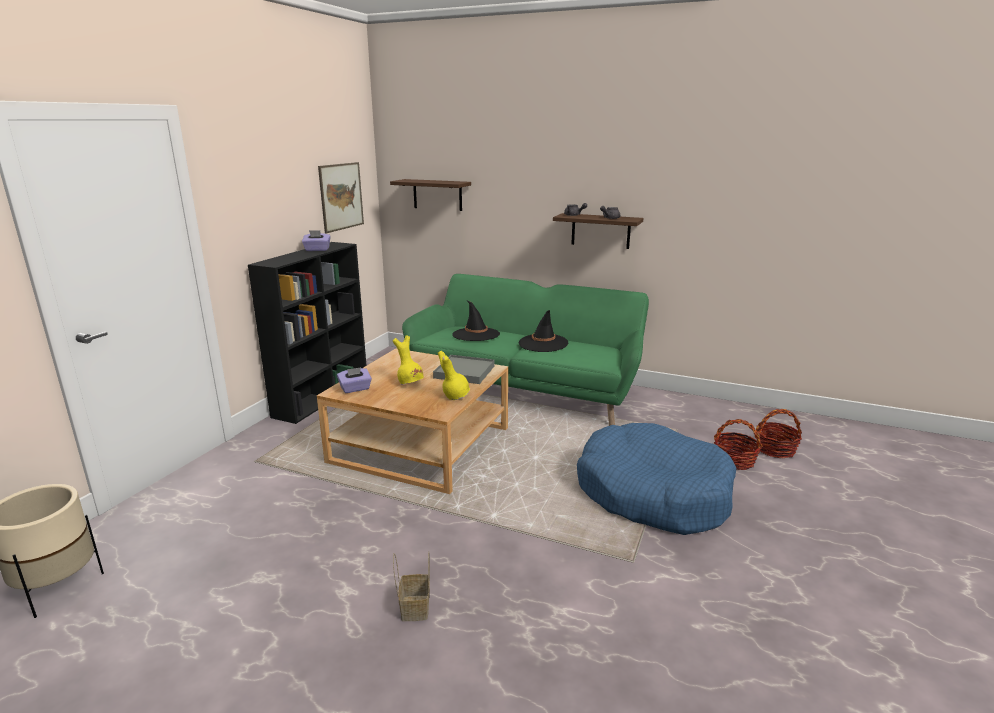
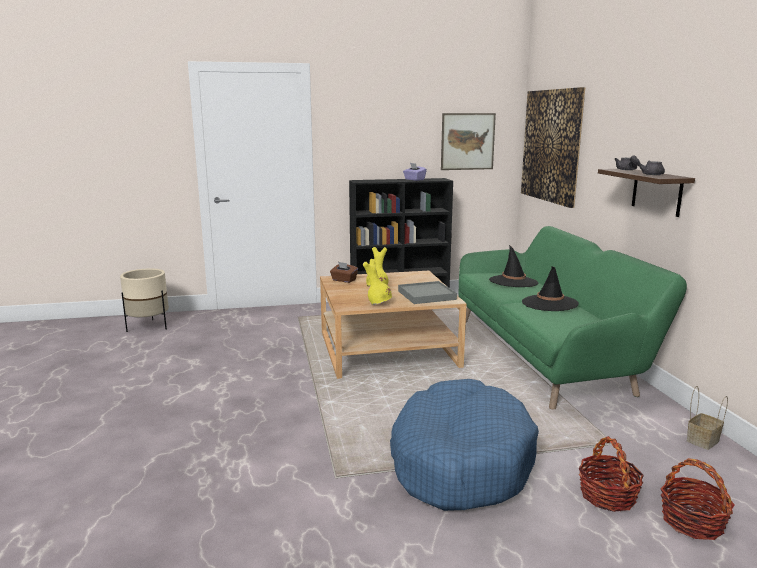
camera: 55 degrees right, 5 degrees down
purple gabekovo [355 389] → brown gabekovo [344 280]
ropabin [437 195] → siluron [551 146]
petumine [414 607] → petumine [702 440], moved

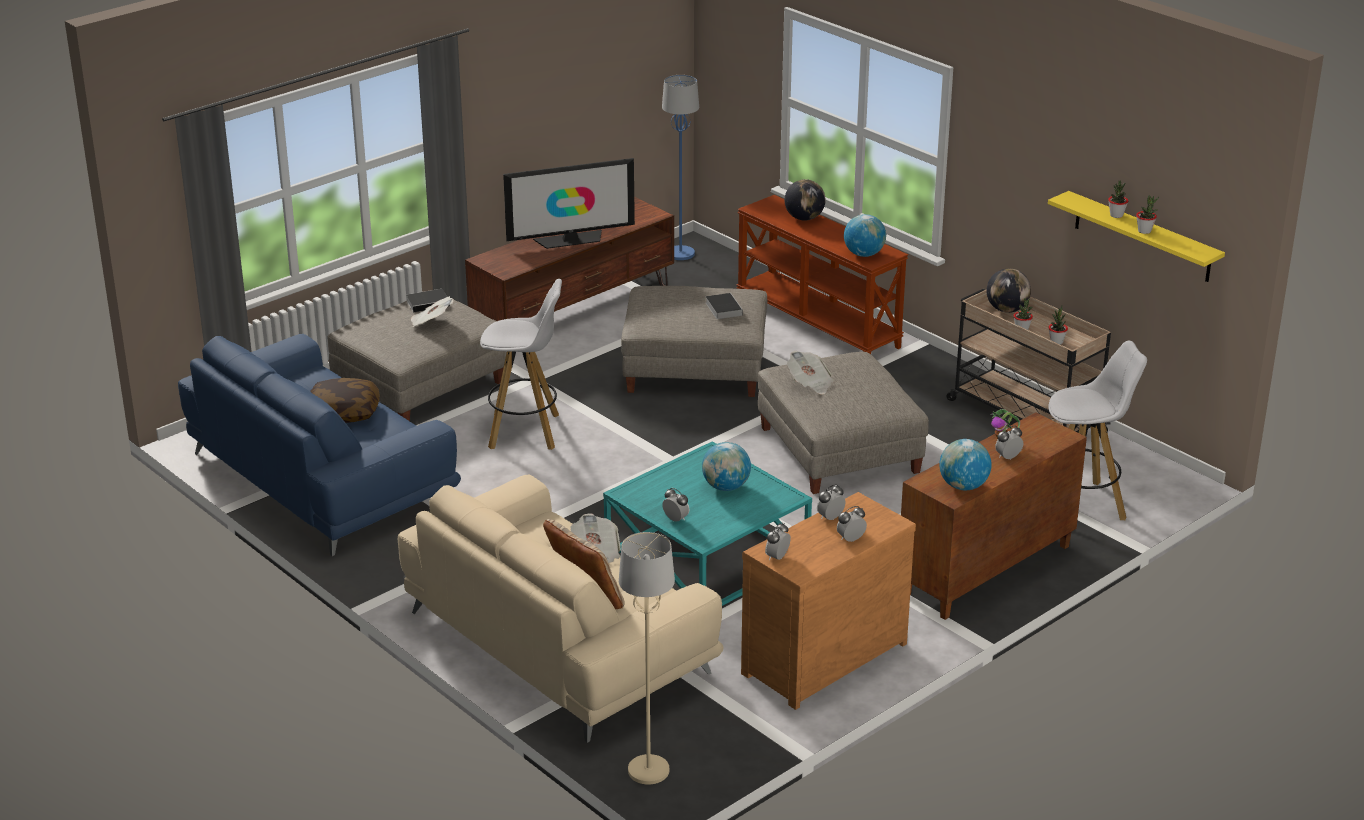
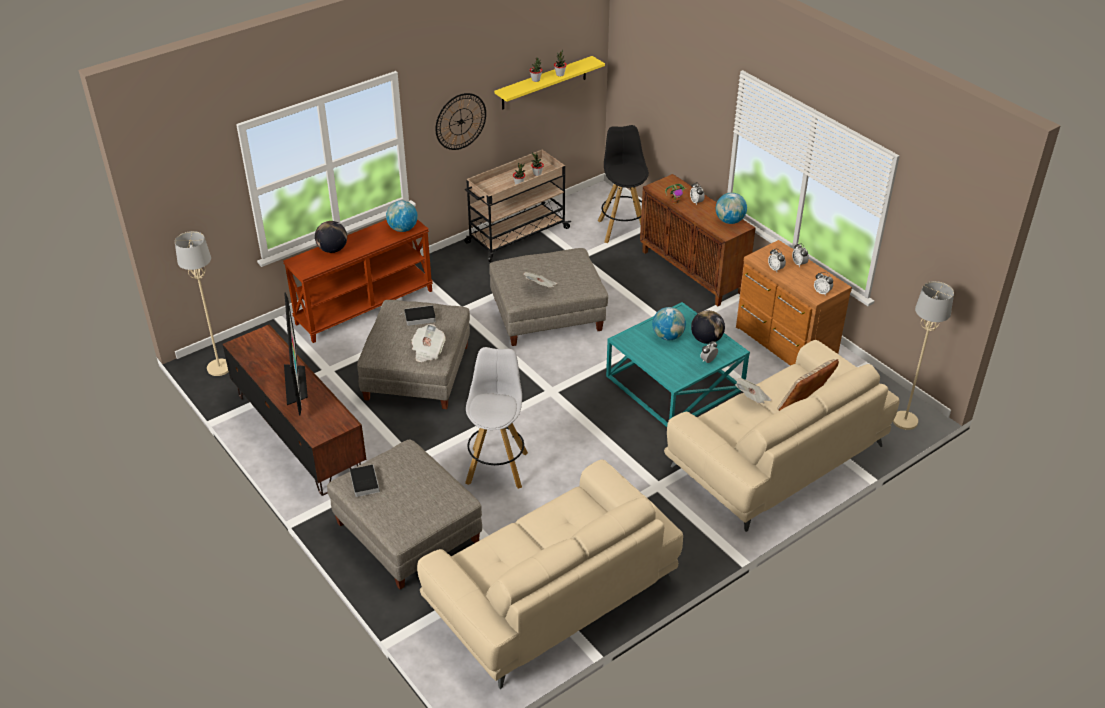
camera: 85 degrees left, 10 degrees up
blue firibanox [680 253] → beige firibanox [219 368]
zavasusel [431 322] → zavasusel [427 351], moved
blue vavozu [321 477] → beige vavozu [551 593]
- → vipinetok [461 121]
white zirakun [1082 504] → black zirakun [622 229]
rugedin [1007 310] → rugedin [706 339], moved
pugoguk [344 412] → -

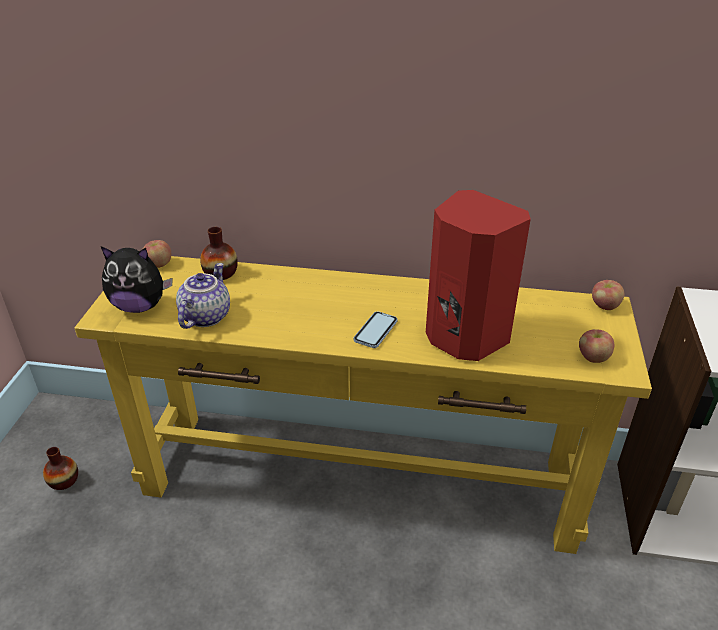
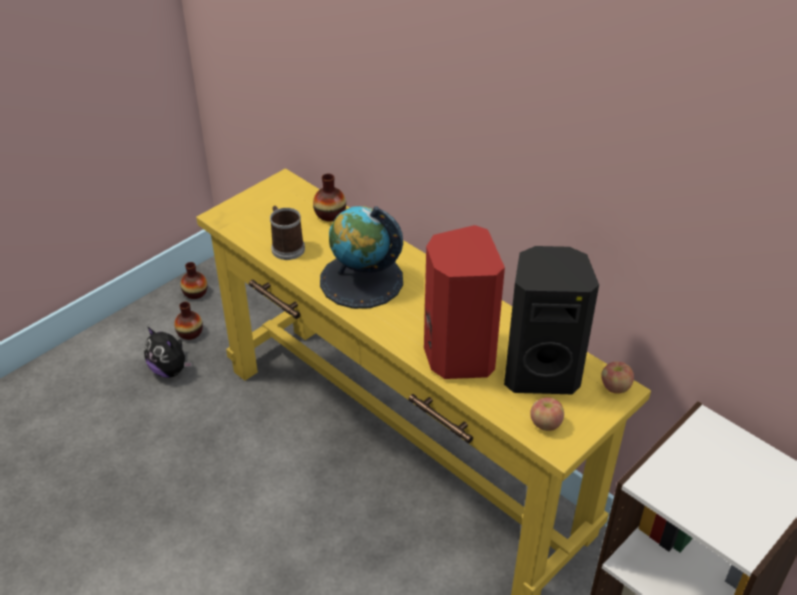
camera: 35 degrees right, 5 degrees up
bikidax [140 306] → bikidax [170 370], moved
- → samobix [195 293]
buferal [205 316] → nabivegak [286 247]
- → rugedin [361 280]
- → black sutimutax [540 372]
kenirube [158 264] → -
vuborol [375 331] → -

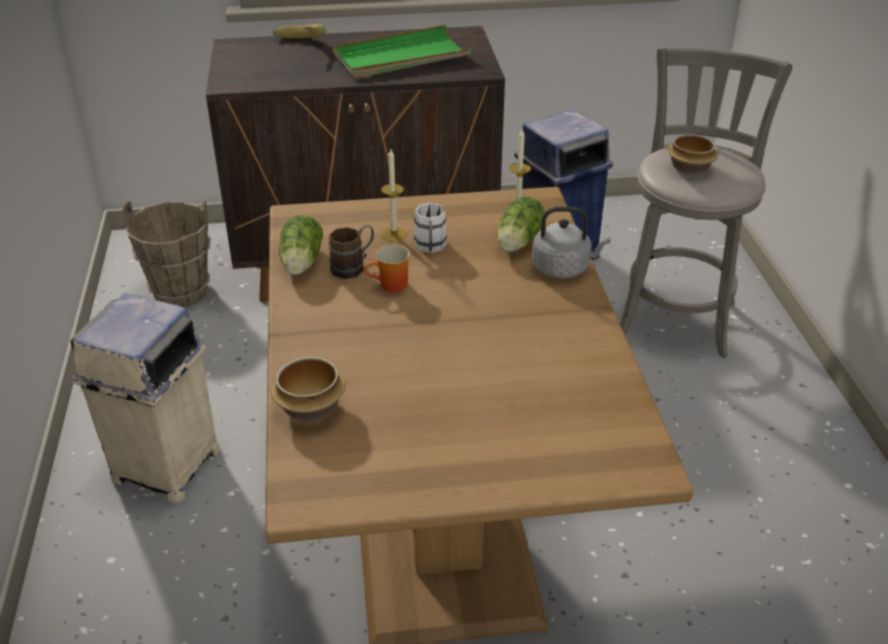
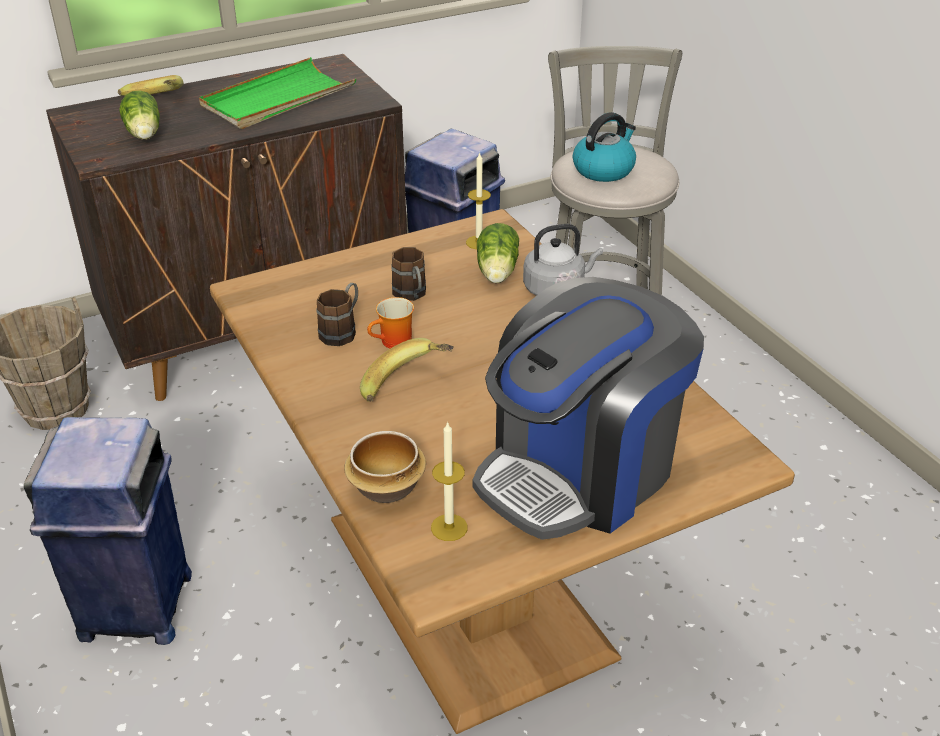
camera: 20 degrees left, 0 degrees up
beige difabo [165 467] → blue difabo [135 608]
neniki [301 264] → neniki [144 134], moved
- → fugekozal [407 386]
white nabivegak [430 248] → brown nabivegak [412 296]
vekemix [394 234] → vekemix [449 527], moved
- → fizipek [580 471]
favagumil [688 169] → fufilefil [604 169]

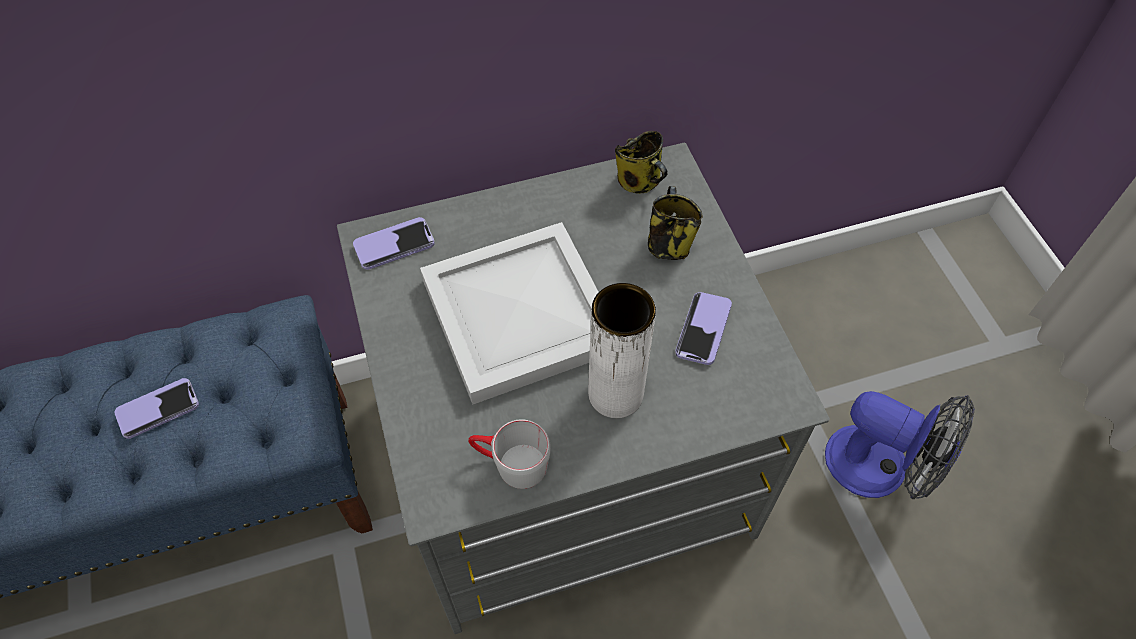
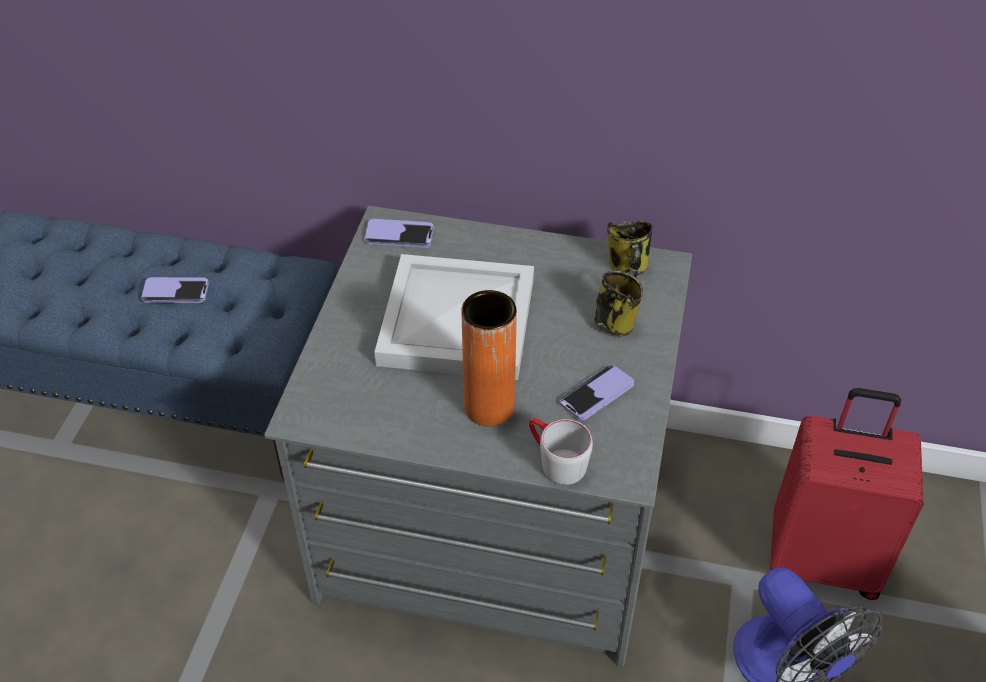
camera: 30 degrees right, 10 degrees down
white samobix [615 394] → orange samobix [489 407]
grey nabivegak [510 464] → grey nabivegak [555 461], moved
- → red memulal [823 559]

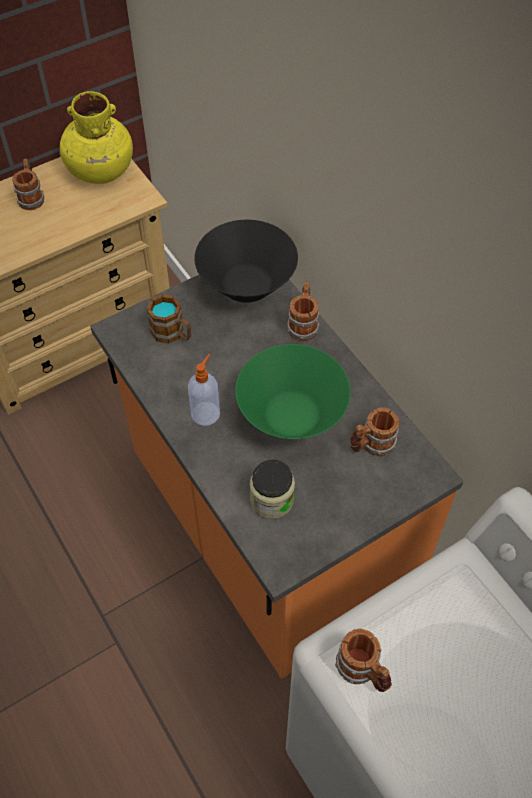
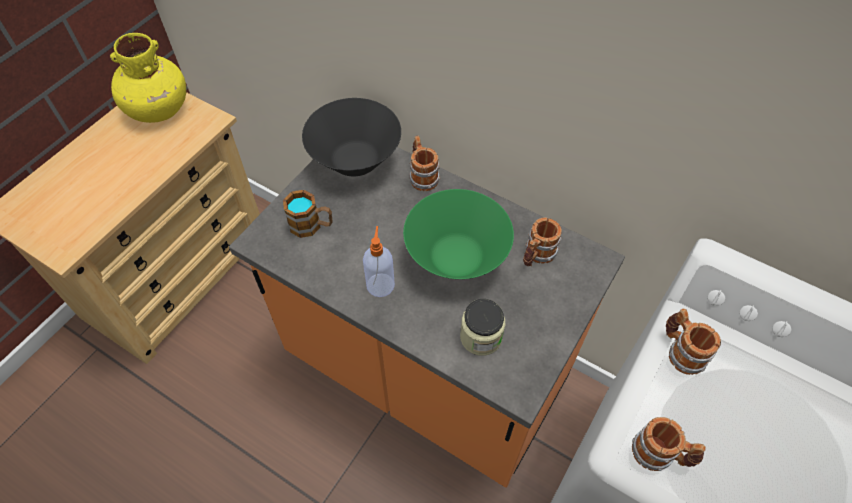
camera: 25 degrees left, 0 degrees up
nabivegak [32 197] → nabivegak [681 351], moved

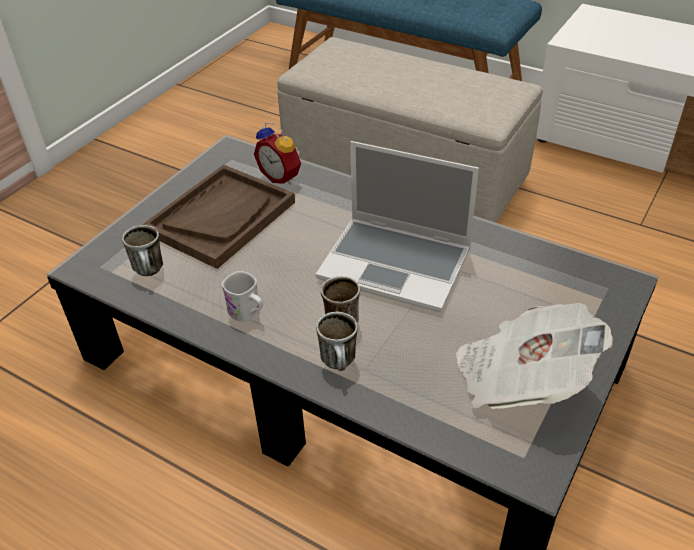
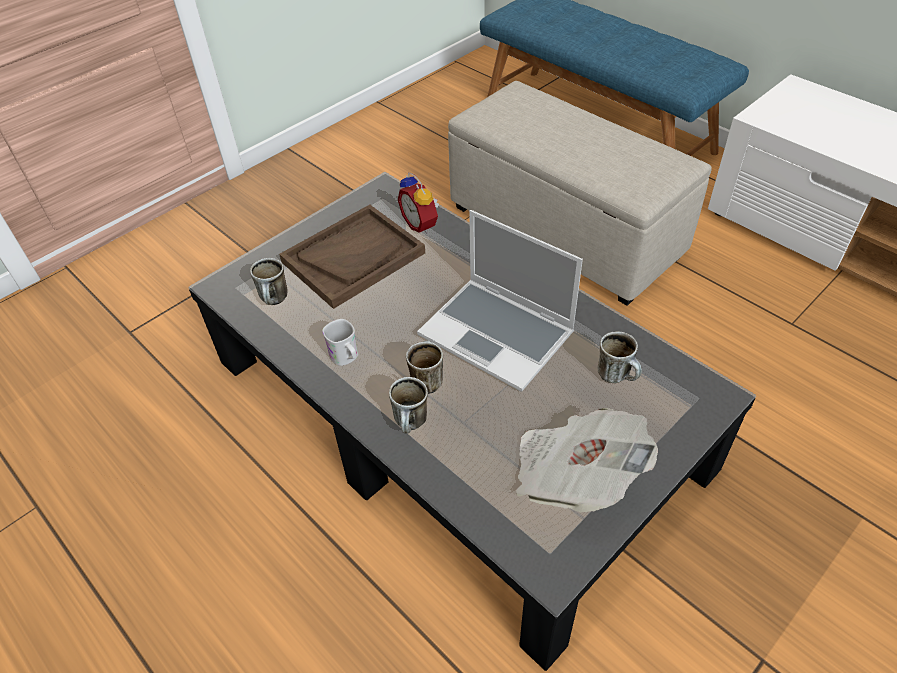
camera: 15 degrees right, 5 degrees up
- → nabivegak [618 376]

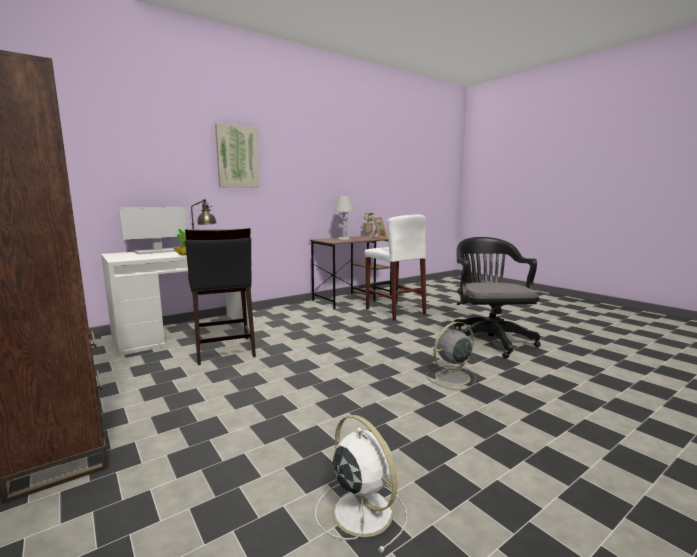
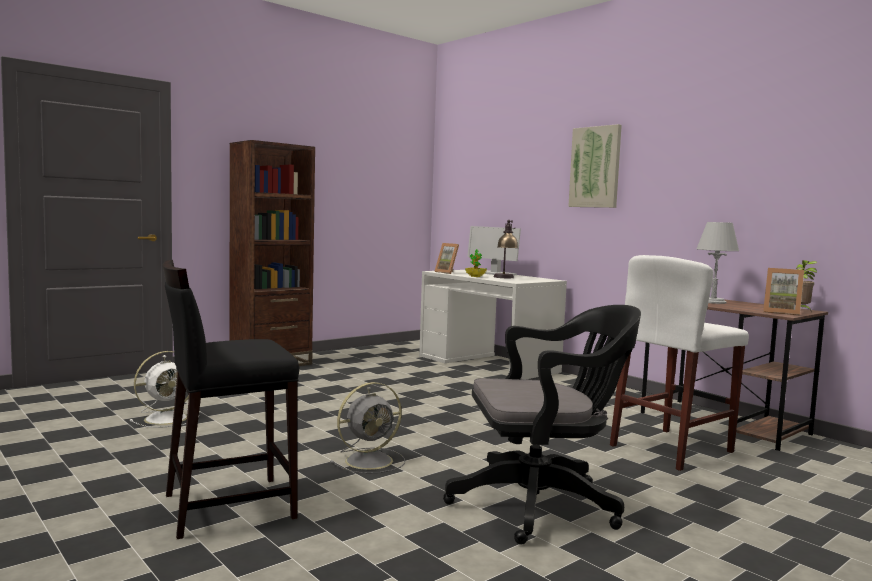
camera: 85 degrees right, 5 degrees down
black zirakun [224 351] → black zirakun [227 506], moved
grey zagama [451 377] → grey zagama [371 460], 90 degrees clockwise
- → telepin [448 272]

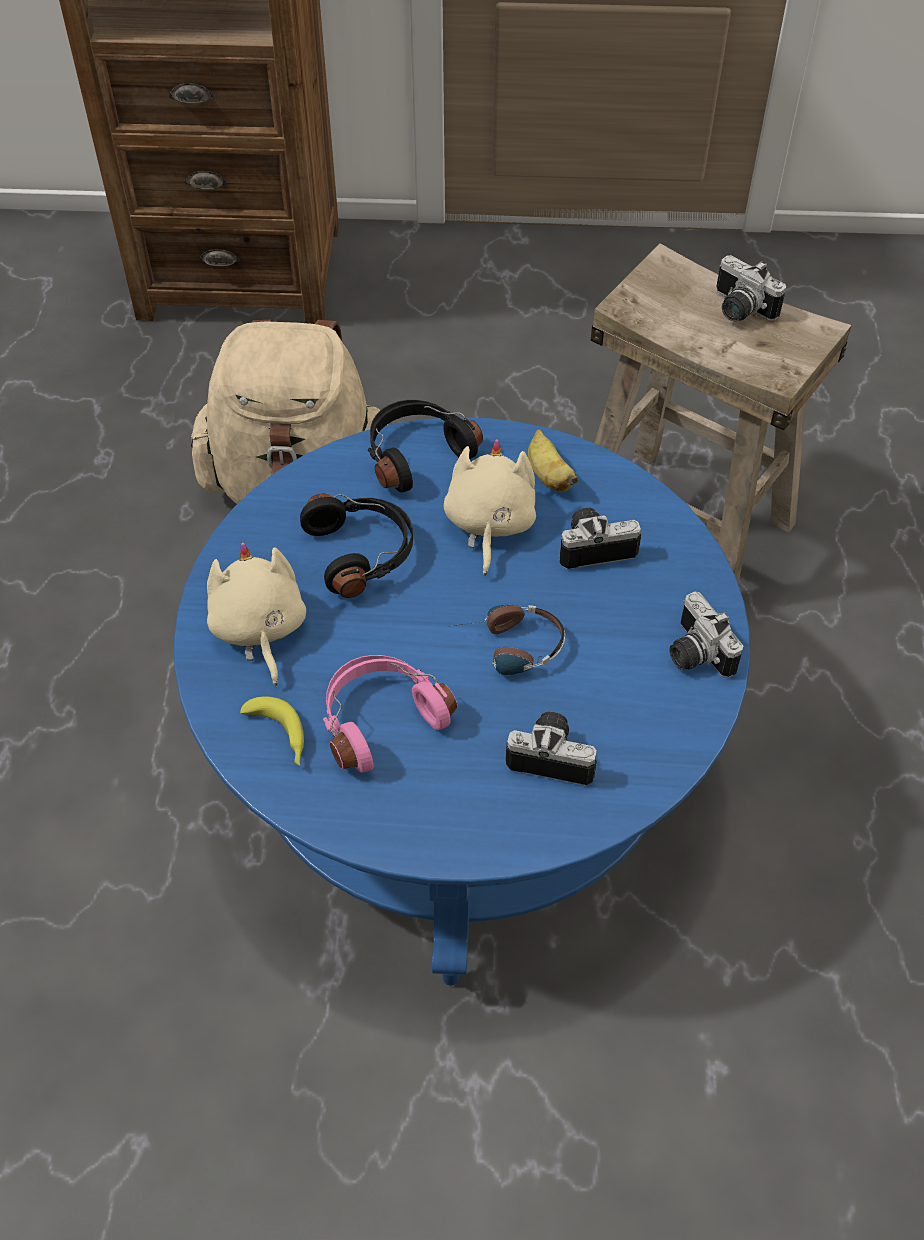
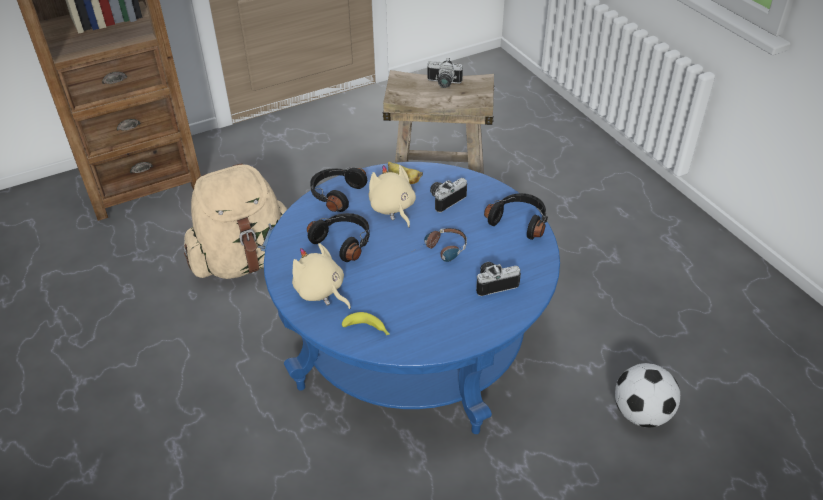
camera: 30 degrees left, 10 degrees down
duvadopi [694 653] → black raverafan [519 221]
- → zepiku [641 413]
pink raverafan [380 719] → -

